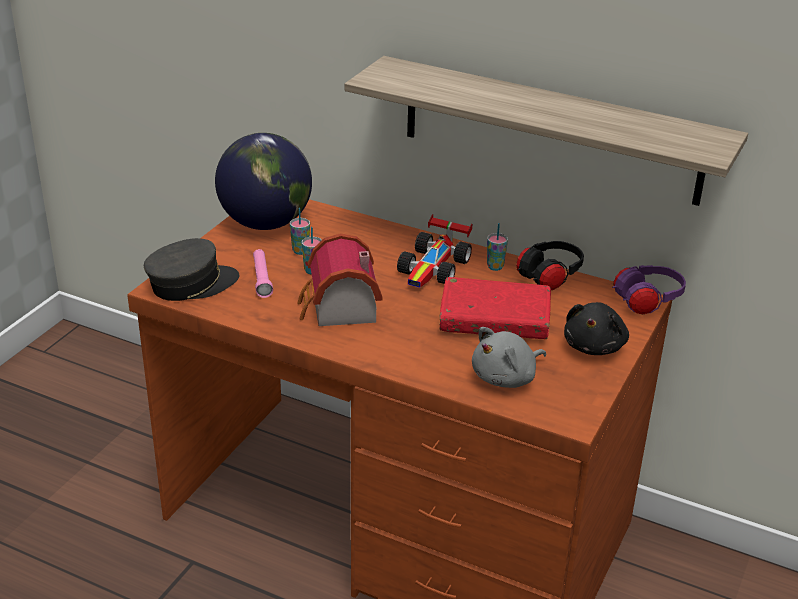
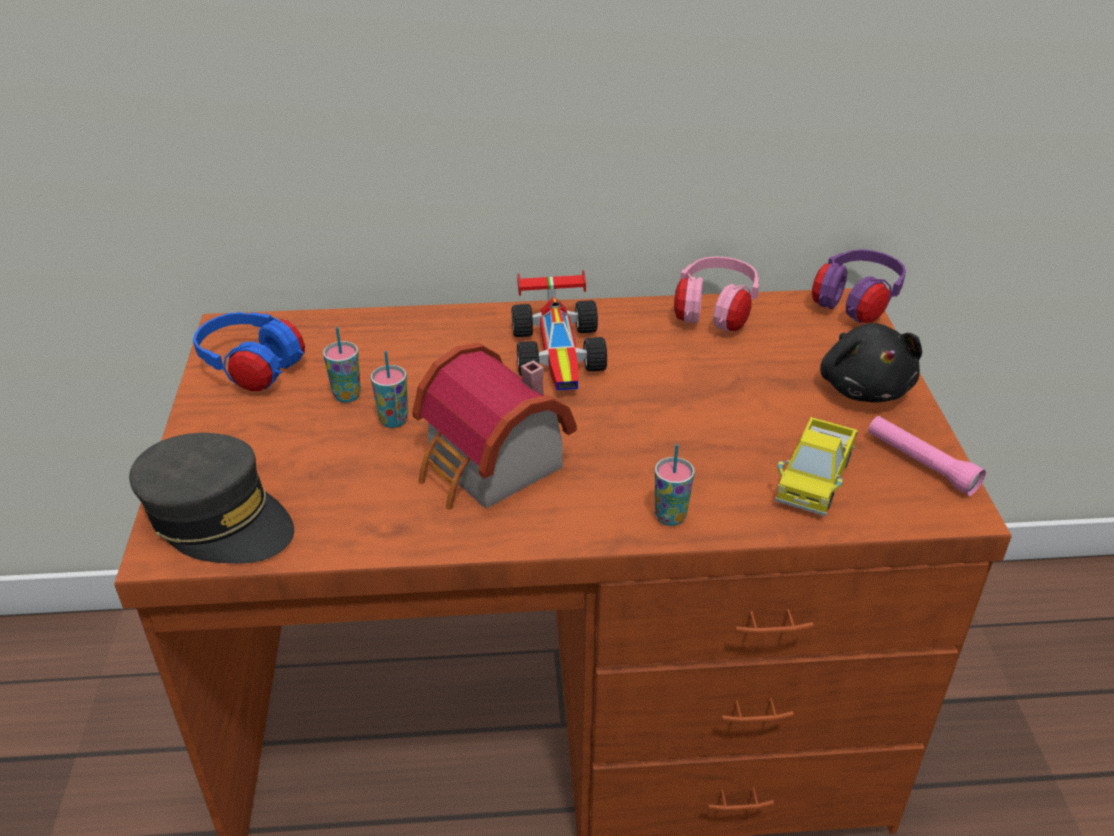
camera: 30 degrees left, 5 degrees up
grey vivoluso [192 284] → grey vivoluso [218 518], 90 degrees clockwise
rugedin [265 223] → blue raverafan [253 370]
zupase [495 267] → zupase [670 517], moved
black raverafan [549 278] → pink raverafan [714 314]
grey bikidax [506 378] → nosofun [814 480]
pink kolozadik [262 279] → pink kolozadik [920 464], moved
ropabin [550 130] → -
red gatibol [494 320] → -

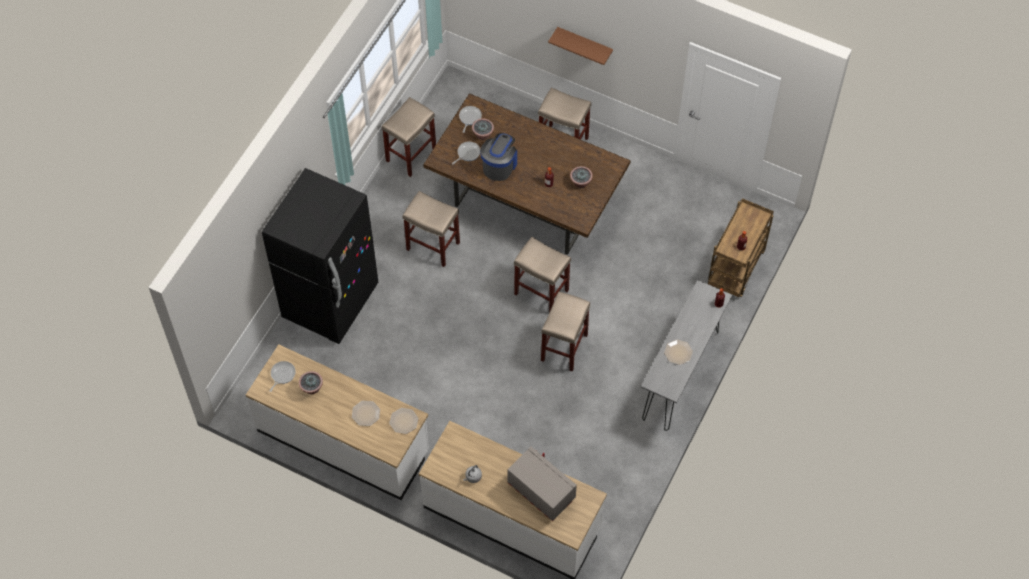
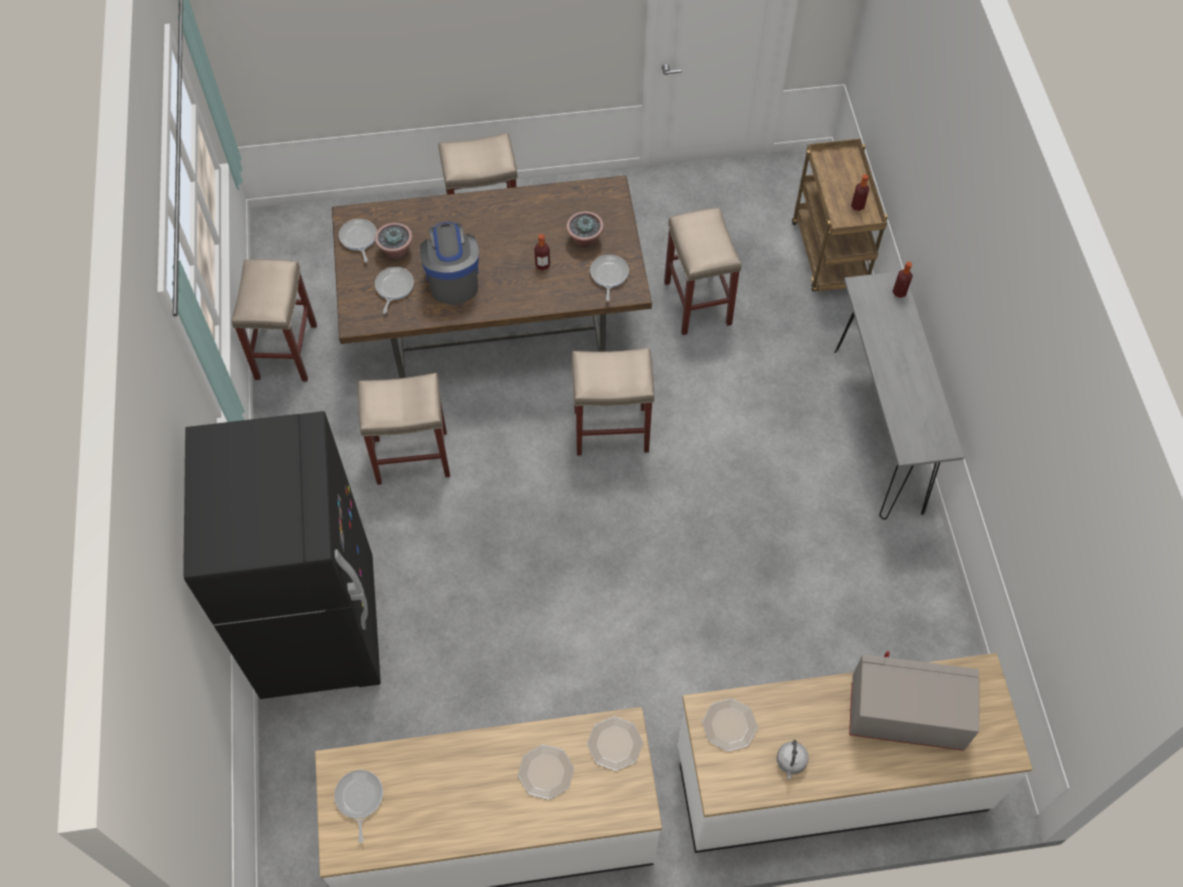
camera: 35 degrees left, 0 degrees up
- → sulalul [608 275]
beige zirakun [564 348] → beige zirakun [698 304], moved
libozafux [678 352] → libozafux [729 726], moved
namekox [312 388] → -
brown ropabin [584 44] → -

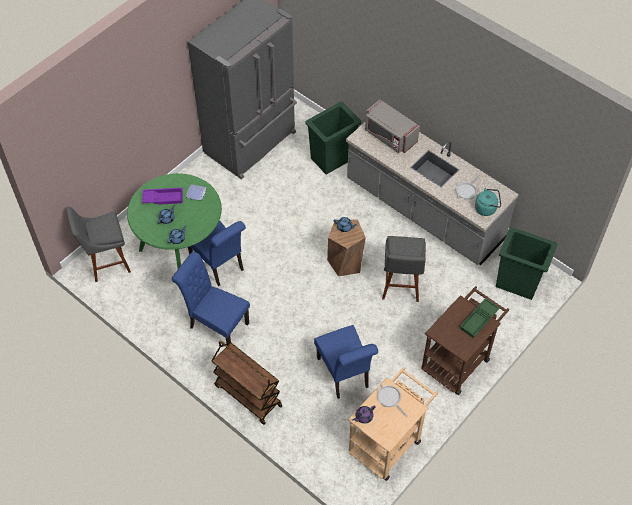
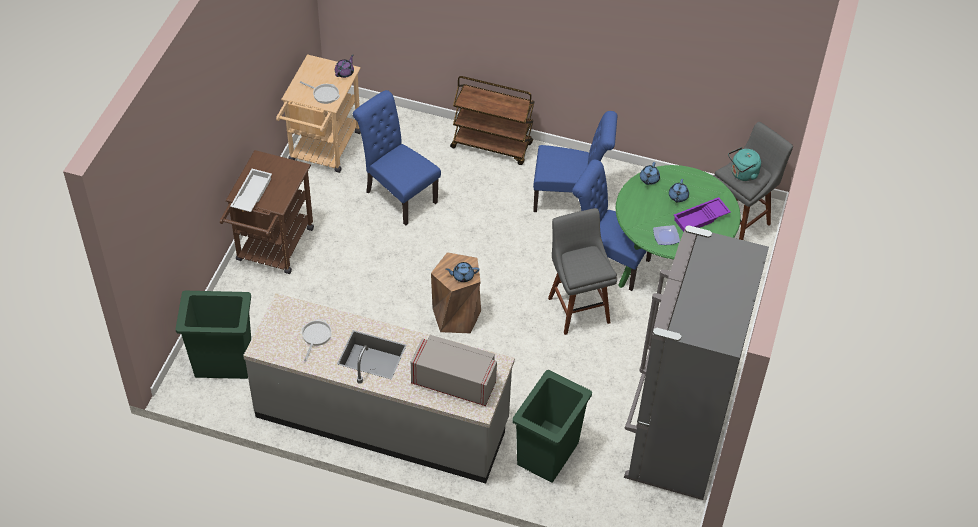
camera: 155 degrees right, 5 degrees down
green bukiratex [479 320] → white bukiratex [251 194]
grey zirakun [400 287] → grey zirakun [577 307], moved
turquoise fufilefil [487 208] → turquoise fufilefil [742 174], moved

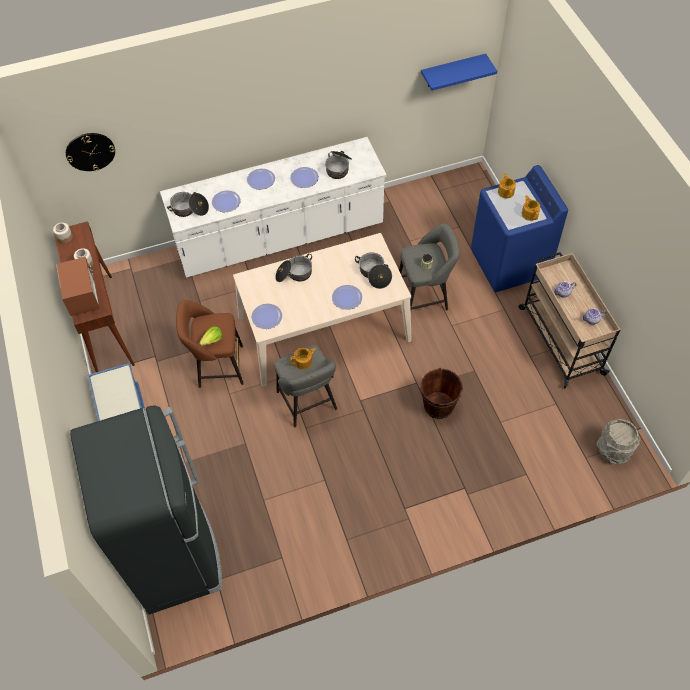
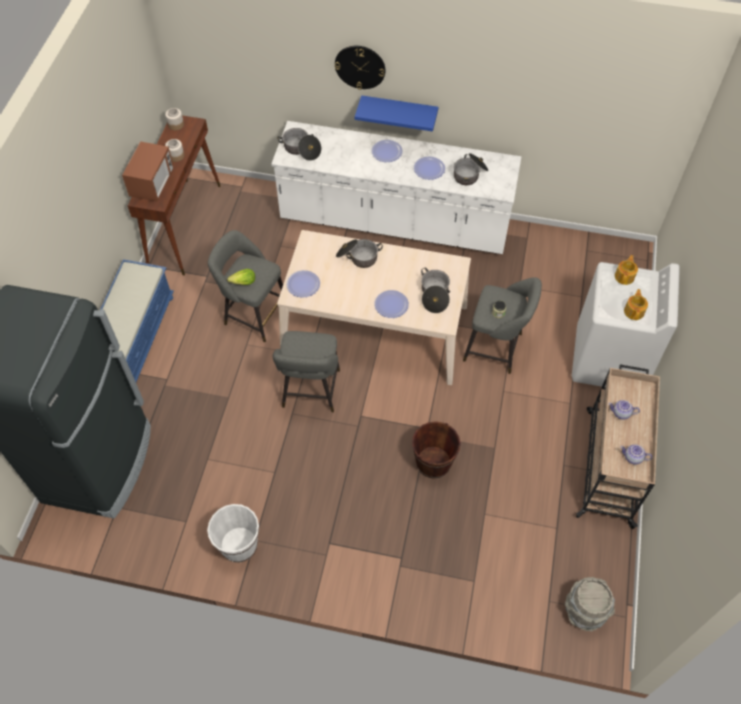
camera: 30 degrees right, 0 degrees up
- → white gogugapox [239 545]
brown zirakun [217 366] → grey zirakun [253 314]
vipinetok [90 151] → vipinetok [360 67], moved
blue ropabin [452 70] → blue ropabin [399 111], moved
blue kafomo [509 263] → white kafomo [609 359]
libozafux [226 202] → -
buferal [303 362] → -

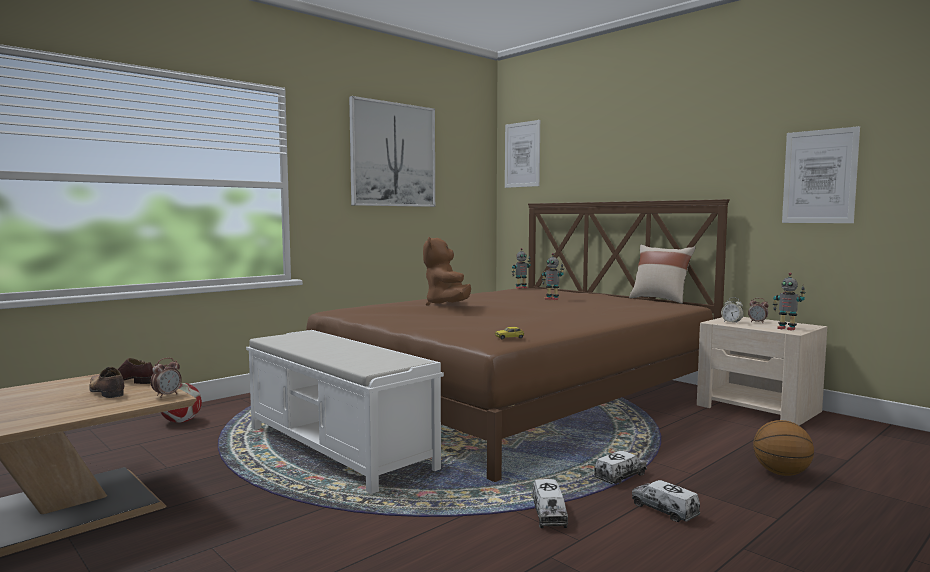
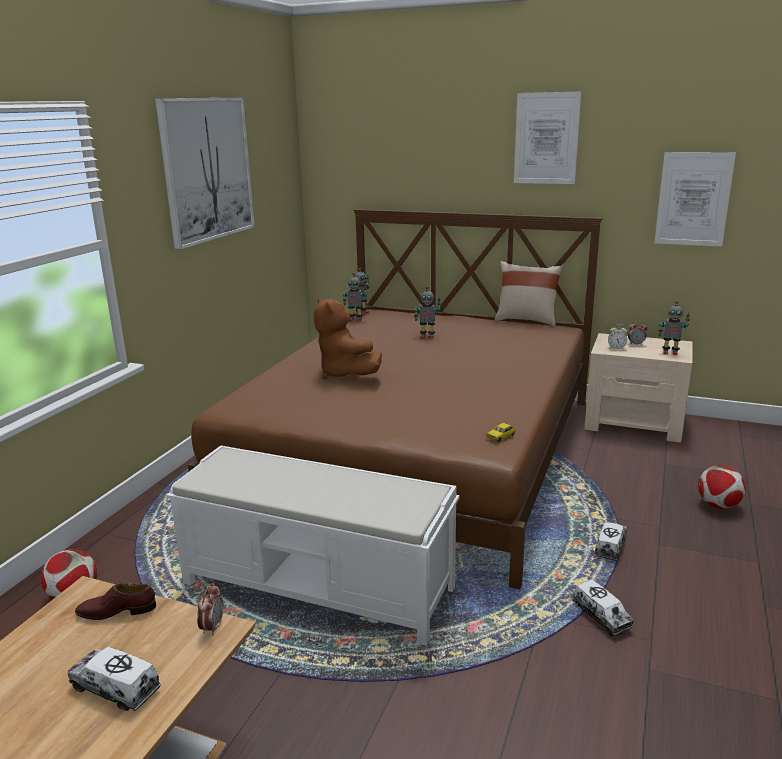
camera: 25 degrees left, 15 degrees up
nosofun [664 510] → nosofun [115 688], moved
- → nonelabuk [355 319]
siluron [522 154] → siluron [546 138], moved
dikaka [782 473] → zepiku [718 505]
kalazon [106 392] → -

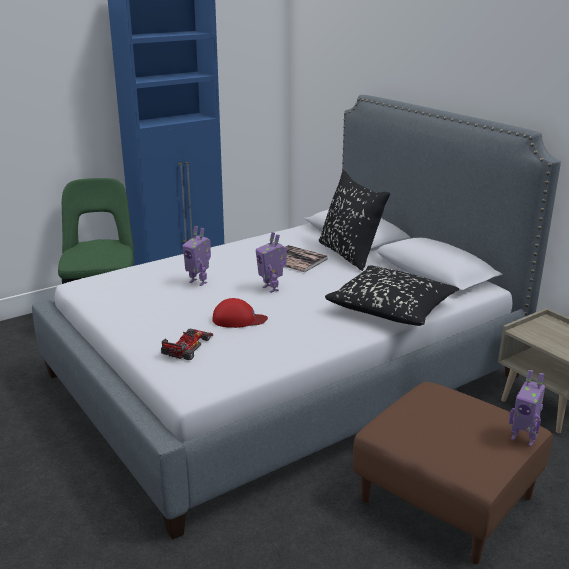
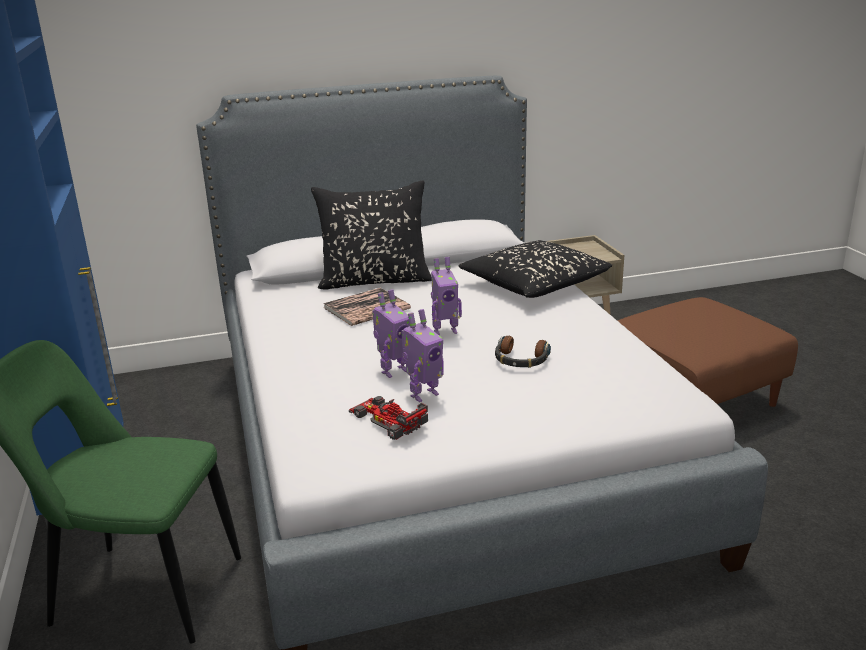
camera: 70 degrees left, 0 degrees up
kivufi [188 346] → kivufi [388 420], moved
nonelabuk [523 438] → nonelabuk [423 394], moved
red vivoluso [238 319] → raverafan [520 360]

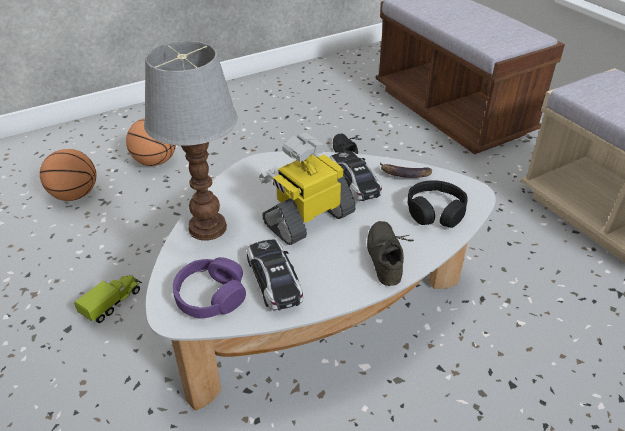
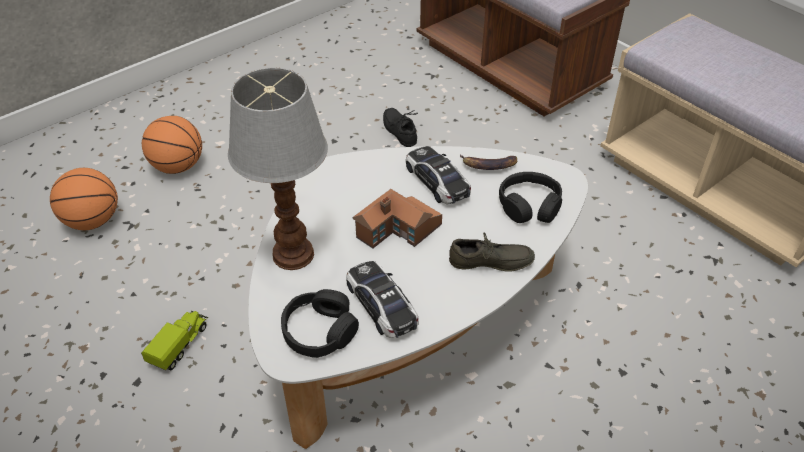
camera: 10 degrees left, 5 degrees up
purple raverafan [210 296] → black raverafan [319 331]
nonelabuk [308 218] → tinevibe [398 230]
grey kalazon [387 257] → grey kalazon [491 264], 105 degrees clockwise

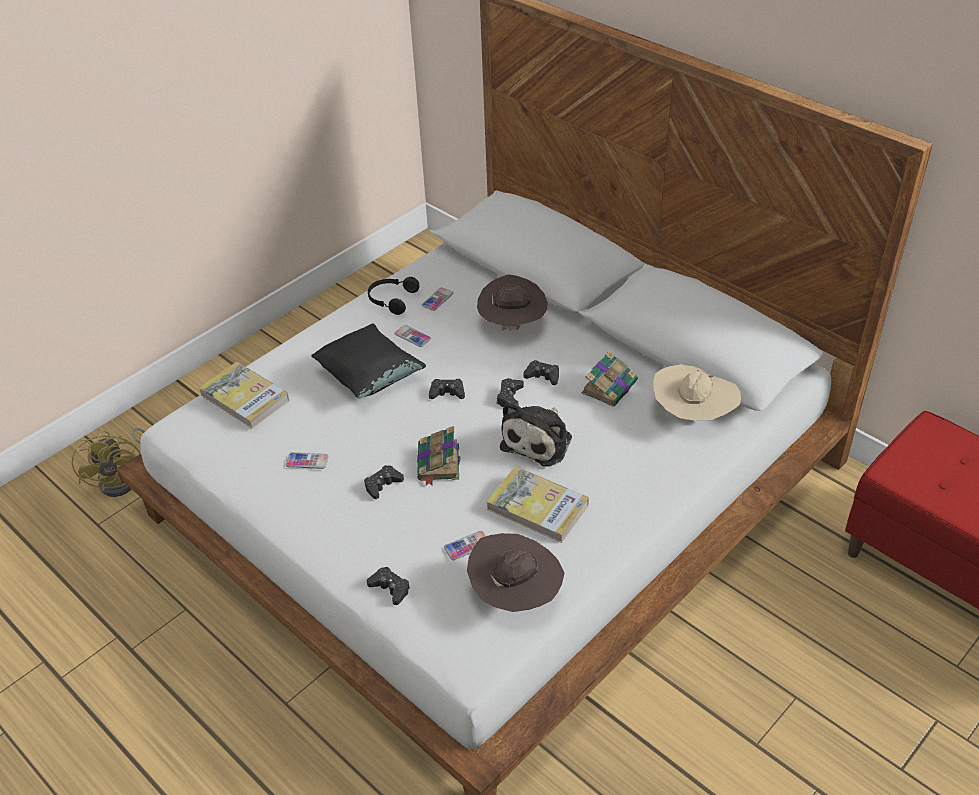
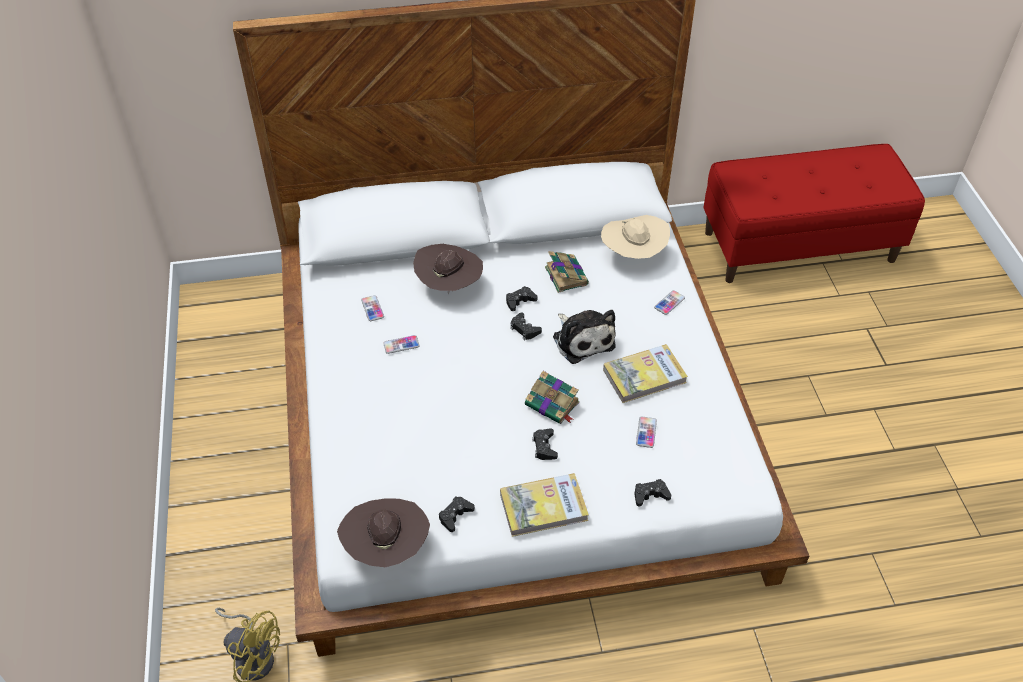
camera: 55 degrees left, 5 degrees up
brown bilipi [516 595] → brown bilipi [387 547], moved
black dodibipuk [447 393] → black dodibipuk [455 515], moved
gatibol [245 398] → gatibol [543 507], moved
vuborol [307 461] → vuborol [669 303], moved
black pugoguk [369 378] → -
black raverafan [391 299] → -

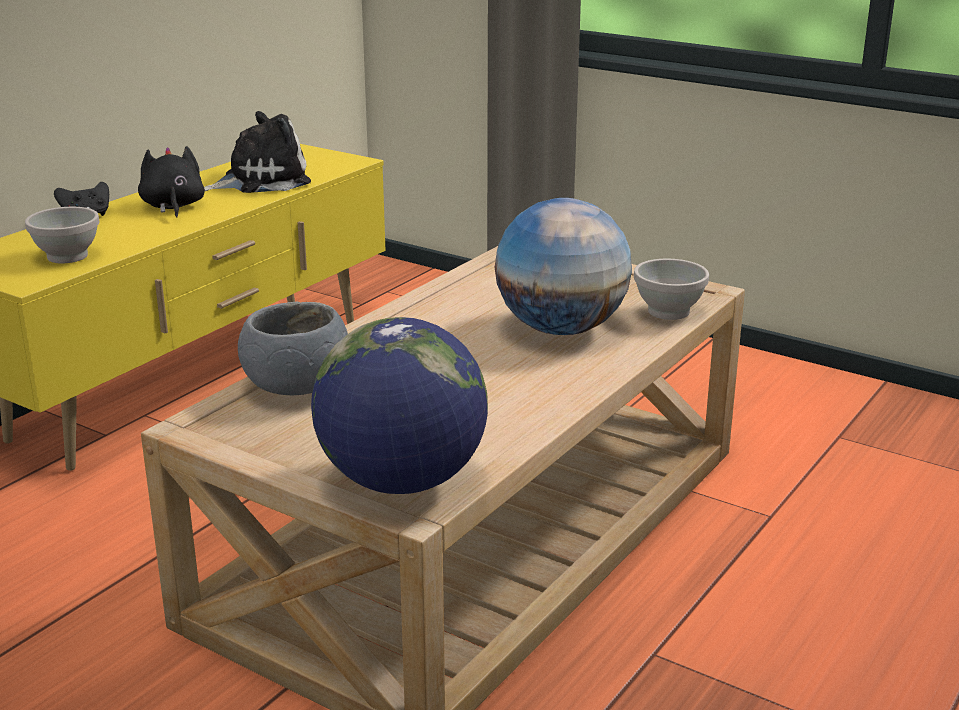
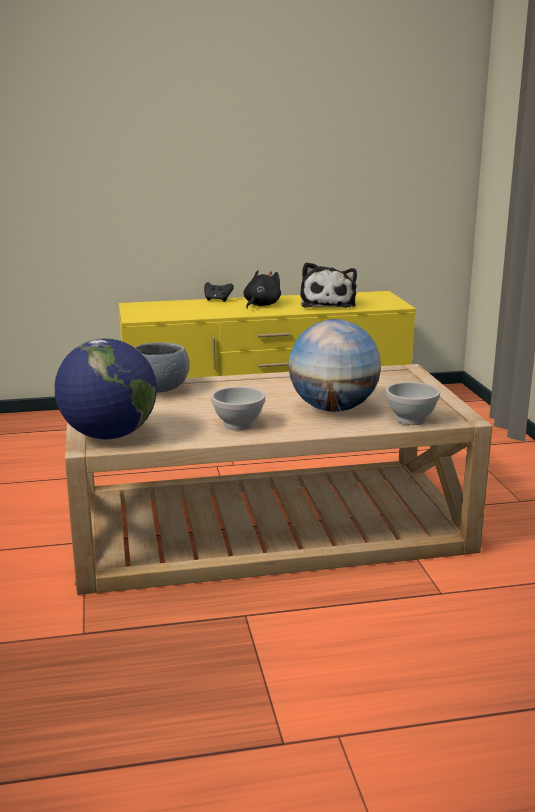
camera: 45 degrees right, 5 degrees down
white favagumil [68 257] → white favagumil [238 425], moved
bikidax [261 180] → bikidax [328 303], 75 degrees clockwise

